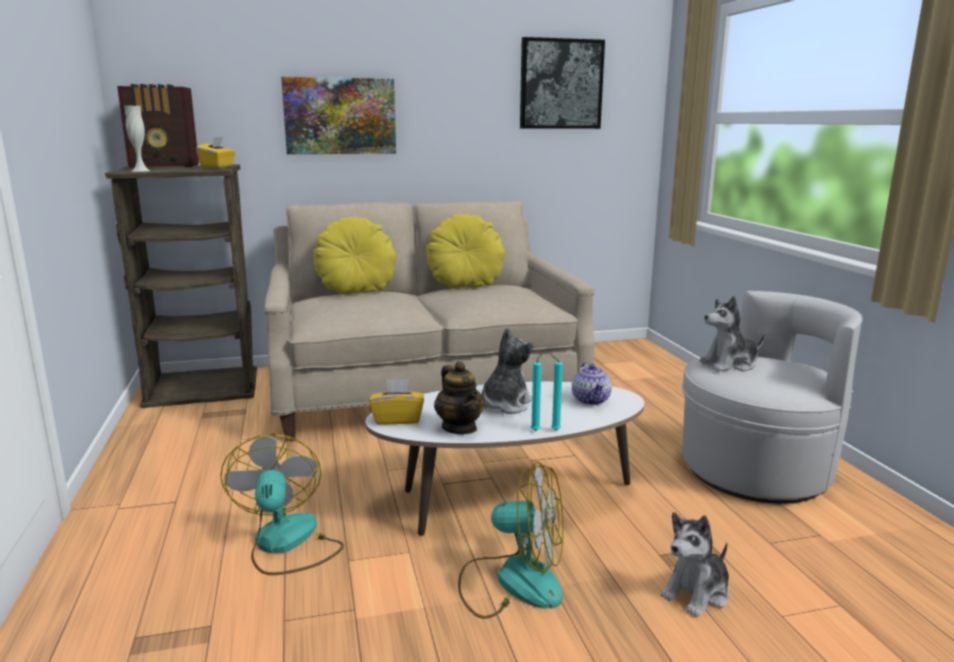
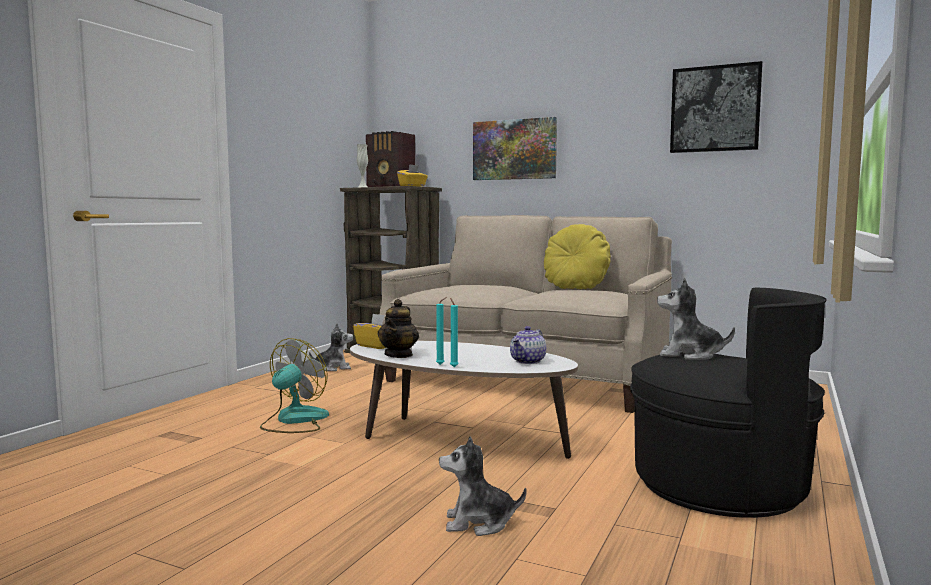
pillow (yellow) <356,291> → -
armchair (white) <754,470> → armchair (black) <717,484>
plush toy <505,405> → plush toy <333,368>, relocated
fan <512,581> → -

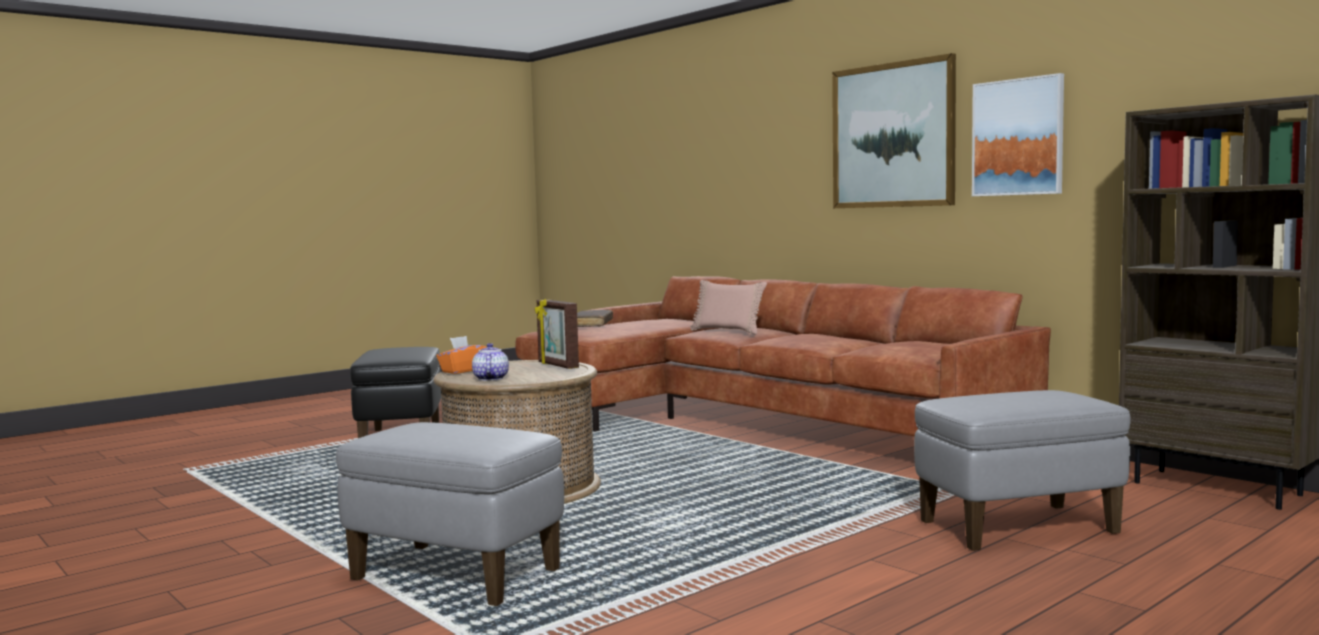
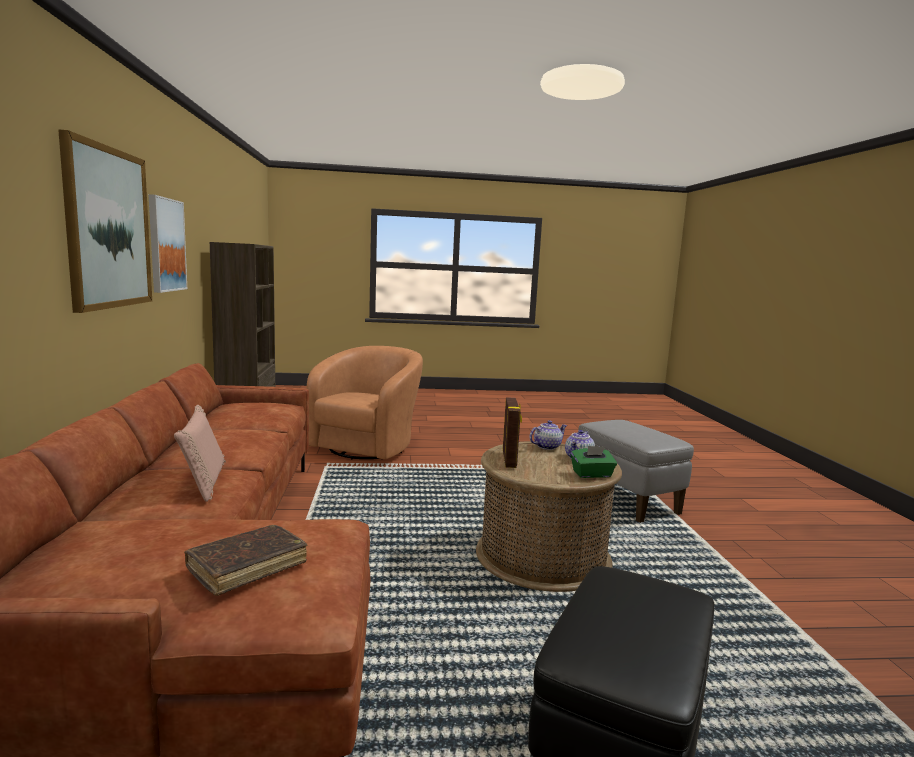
tissue box (orange) <462,371> → tissue box (green) <592,474>
ottoman (grey) <1017,527> → armchair (brown) <368,447>
- → teapot <547,446>

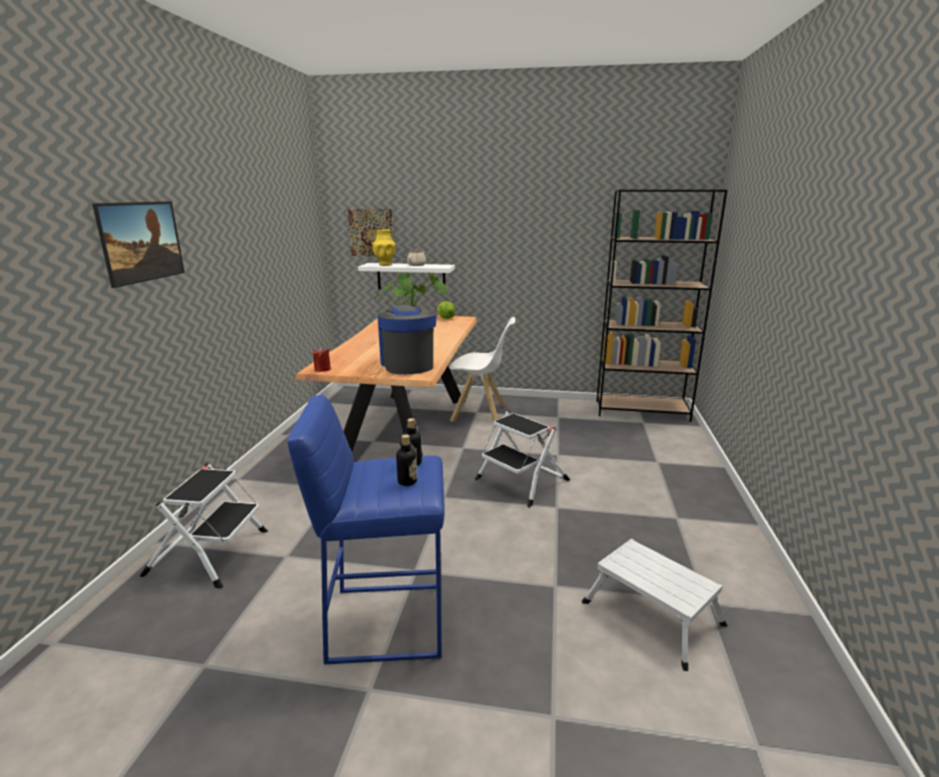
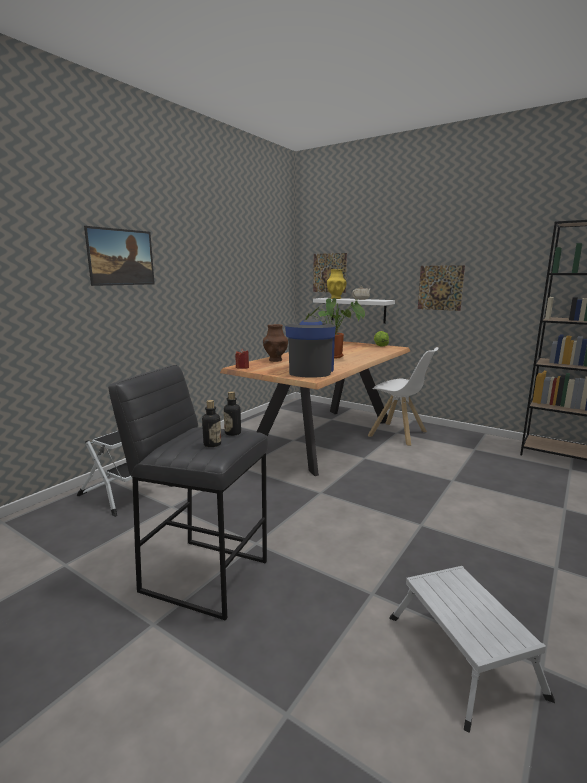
stool (blue) <384,621> → stool (grey) <203,575>
step ladder <522,481> → -
- → picture <440,287>
- → vase (brown) <275,360>

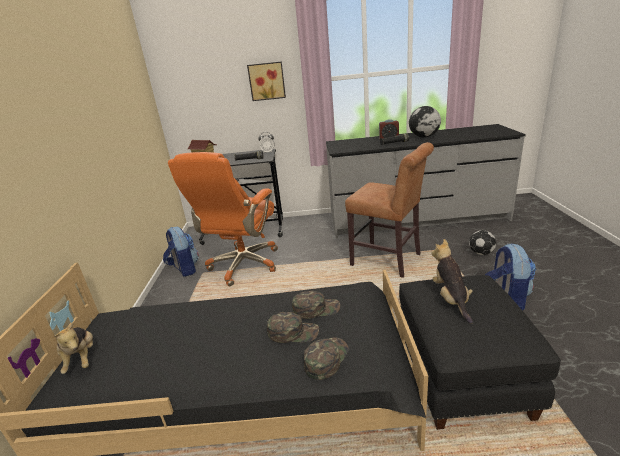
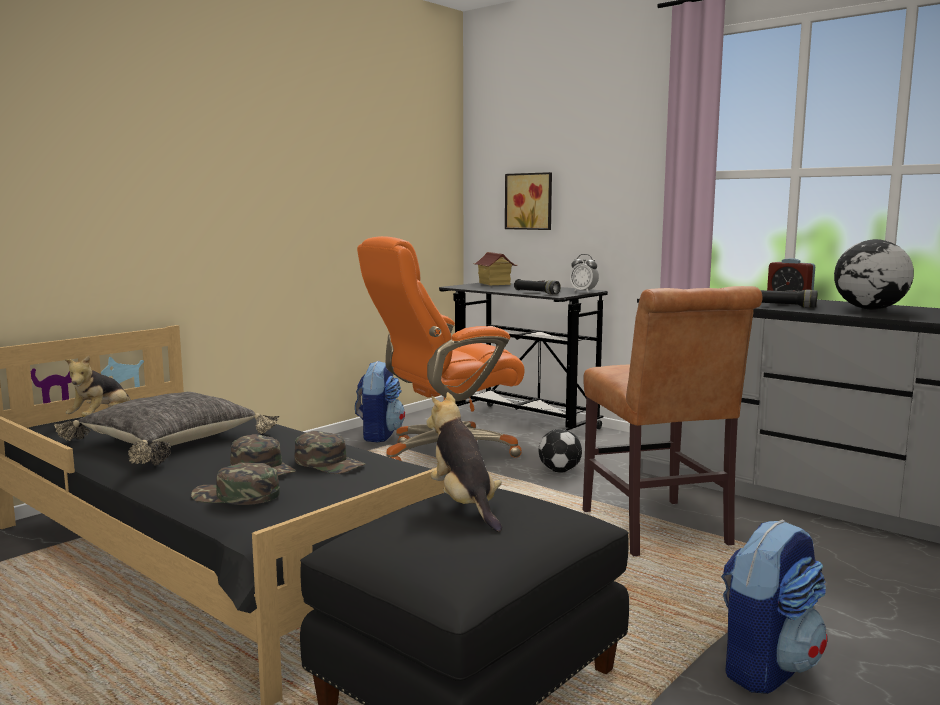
picture <267,81> → picture <530,201>, relocated
football <481,253> → football <559,471>, relocated
plush toy <451,299> → plush toy <464,505>, 60 degrees counterclockwise
cap (green) <326,358> → cap (green) <236,496>, 150 degrees counterclockwise
- → pillow <170,439>

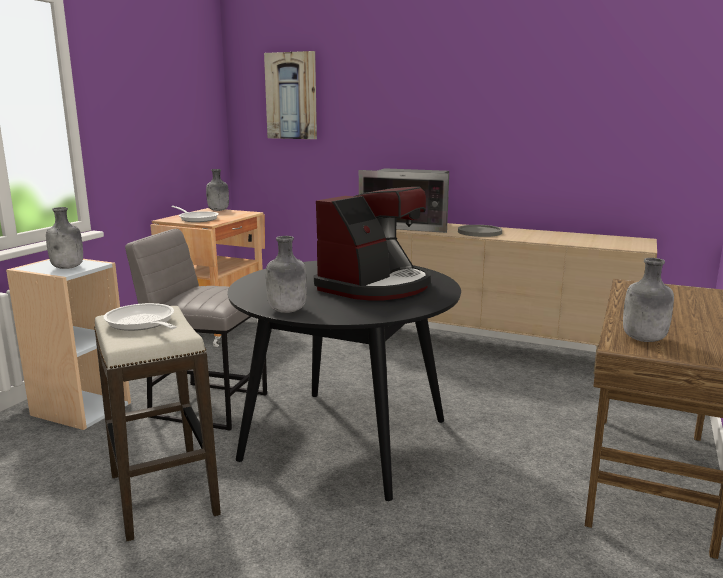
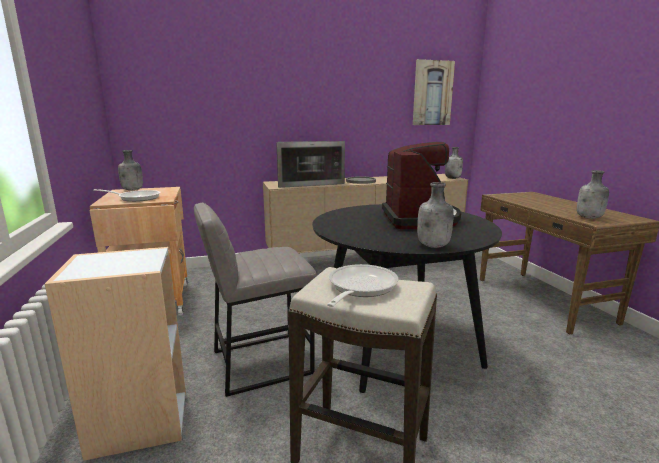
picture <291,96> → picture <432,93>, relocated
bottle (grey) <68,267> → bottle (grey) <453,178>, relocated
frying pan <142,323> → frying pan <359,288>, 105 degrees clockwise

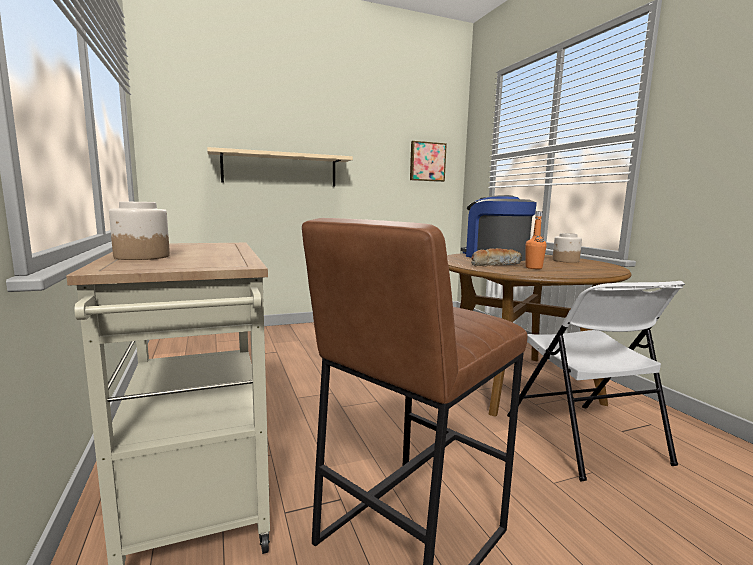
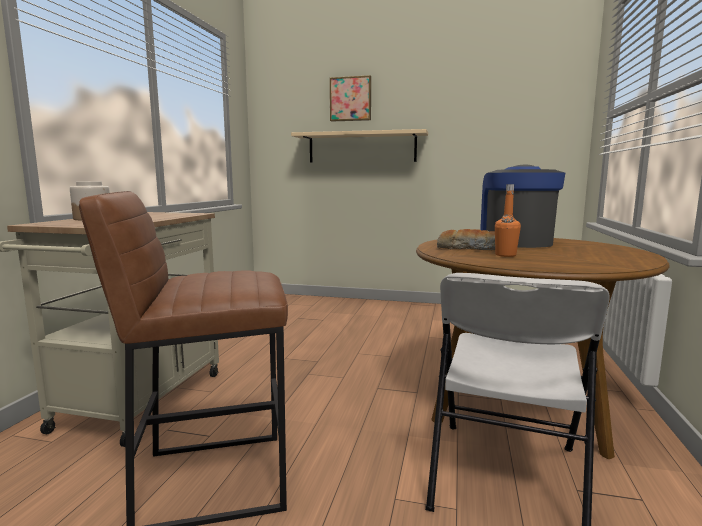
picture <427,161> → picture <351,99>, relocated
jar <565,261> → -

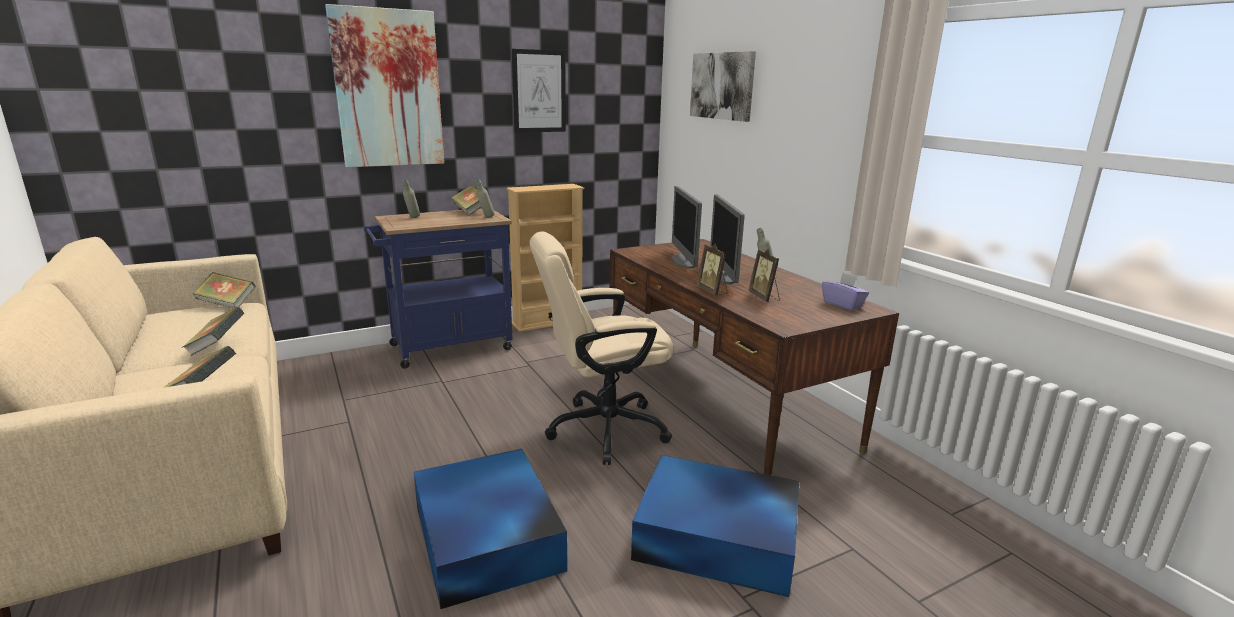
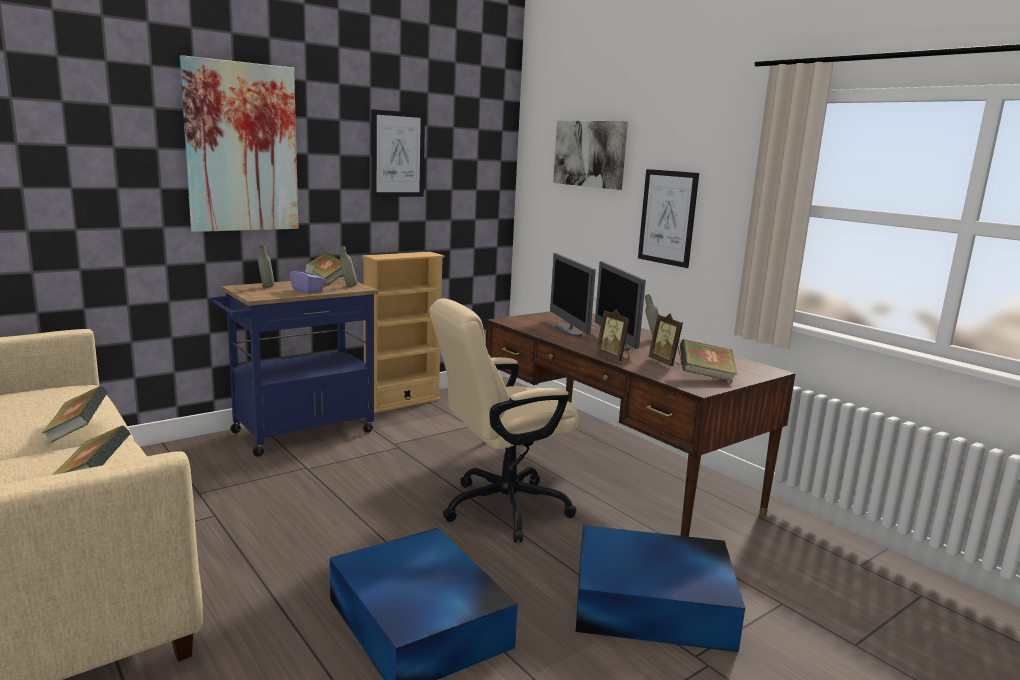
book <227,304> → book <705,376>, relocated
tissue box (purple) <843,304> → tissue box (purple) <308,290>, relocated
- → picture <667,217>

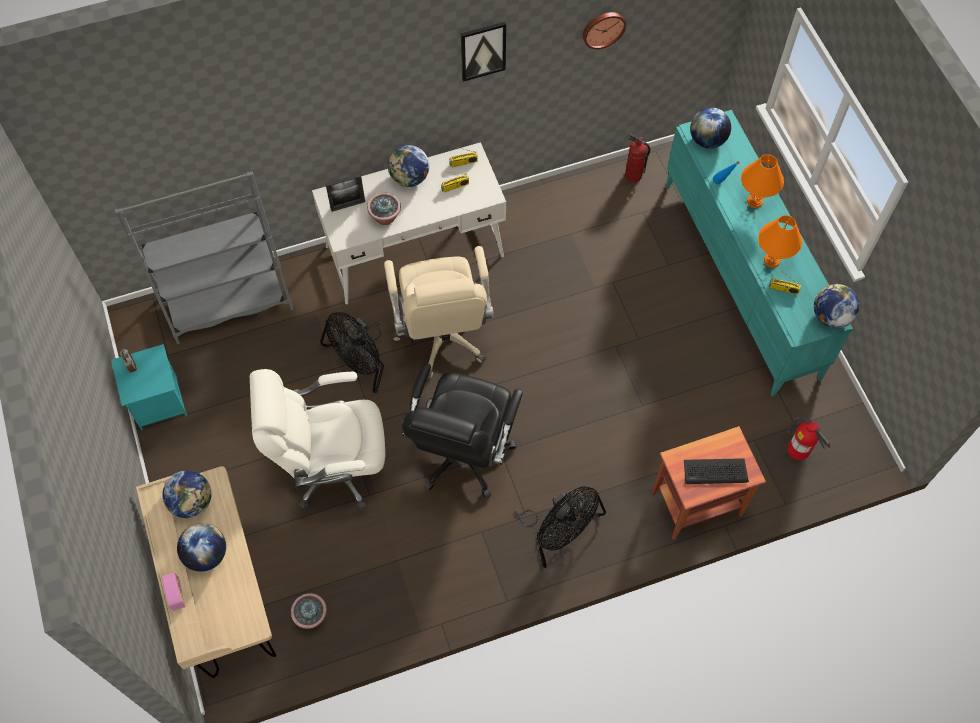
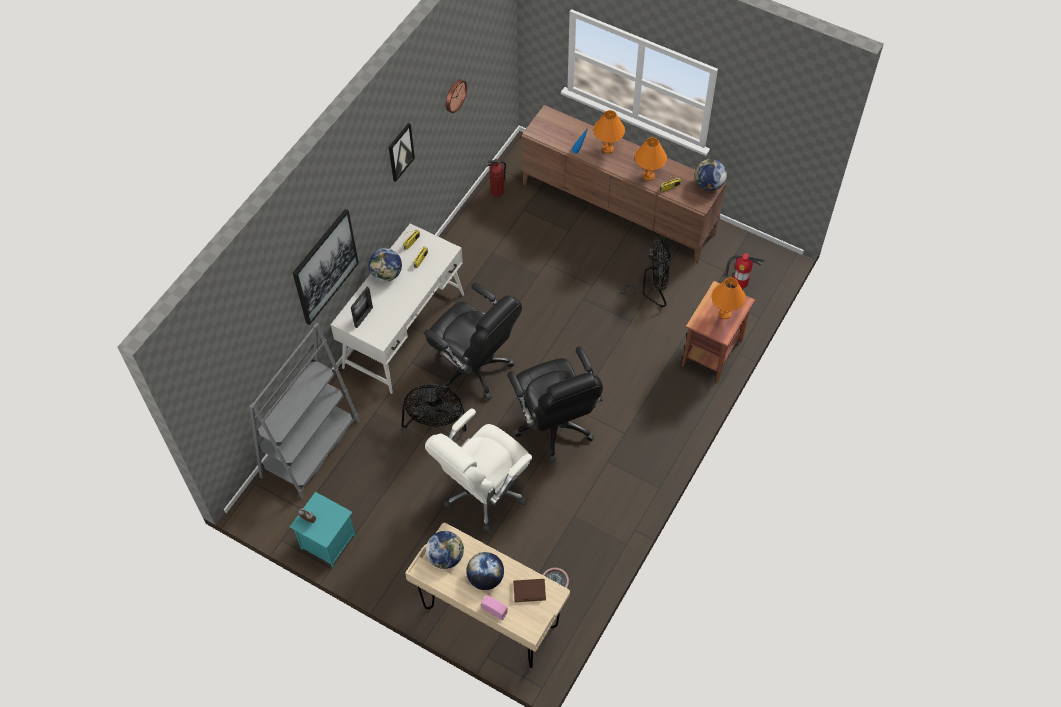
globe <707,140> → -
cabinet (turquoise) <741,280> → cabinet (brown) <619,209>
potted plant <385,217> → -
office chair (beige) <443,339> → office chair (black) <475,370>
keyboard <715,472> → table lamp (orange) <724,314>
fan (black) <558,530> → fan (black) <652,285>, relocated
- → picture <325,266>
- → book (brown) <529,591>

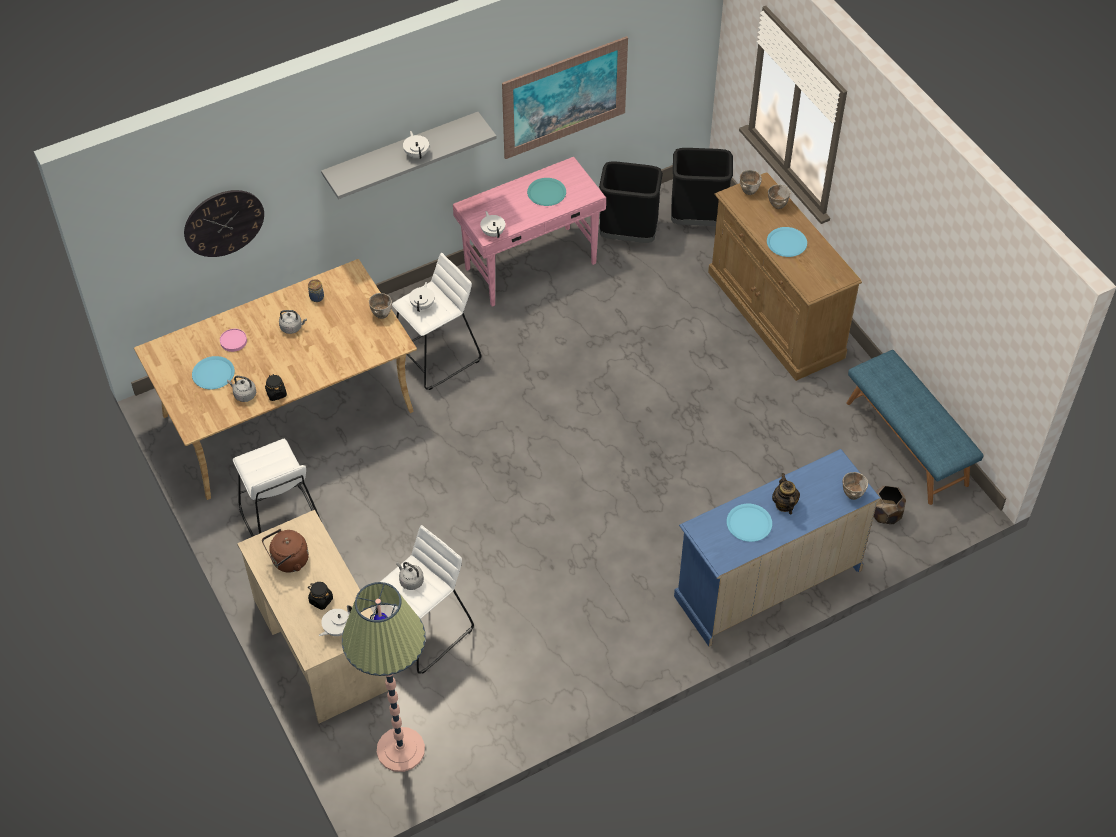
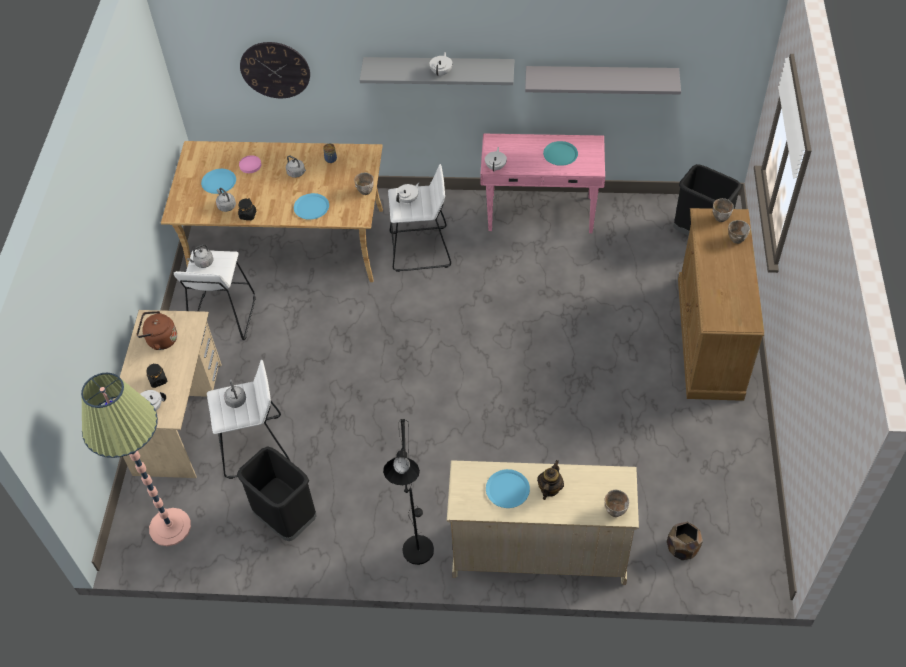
picture <564,97> → shelf (grey) <601,78>
trash can (black) <628,235> → trash can (black) <285,519>, relocated
plate (blue) <786,243> → plate (blue) <311,207>, relocated
bench (blue) <907,443> → -
cabinet (blue) <766,583> → cabinet (beige) <538,552>
- → kettle (grey) <203,263>
- → floor lamp (black) <416,544>

